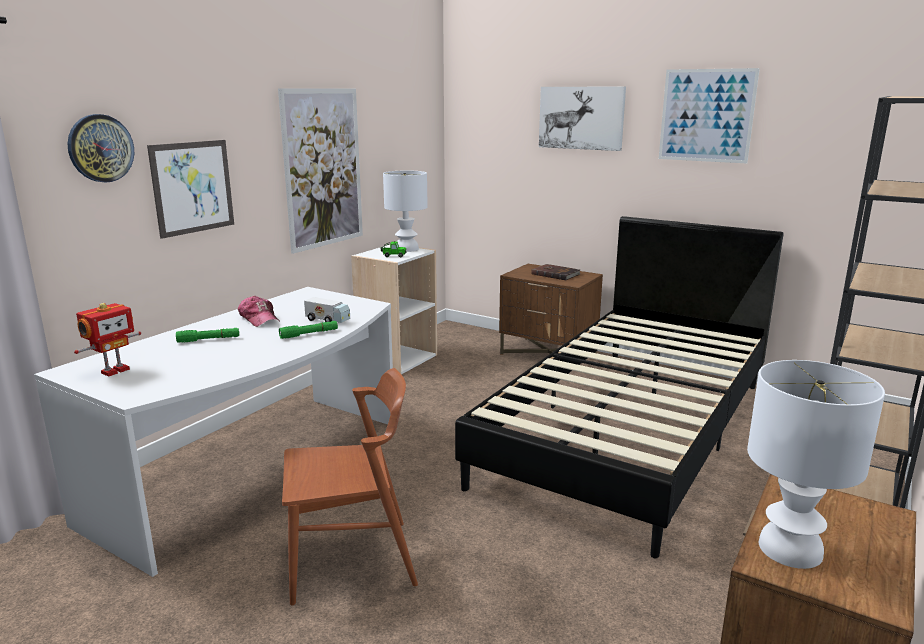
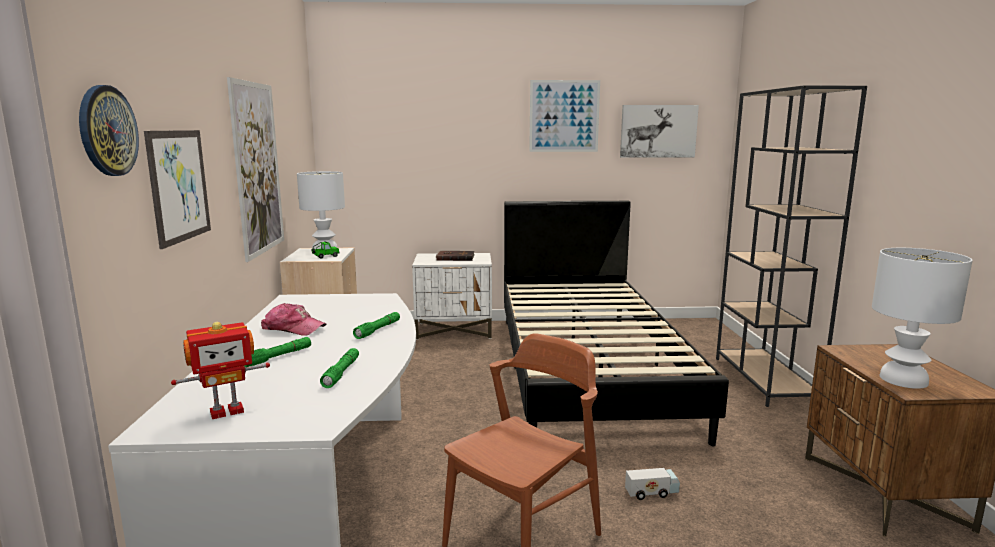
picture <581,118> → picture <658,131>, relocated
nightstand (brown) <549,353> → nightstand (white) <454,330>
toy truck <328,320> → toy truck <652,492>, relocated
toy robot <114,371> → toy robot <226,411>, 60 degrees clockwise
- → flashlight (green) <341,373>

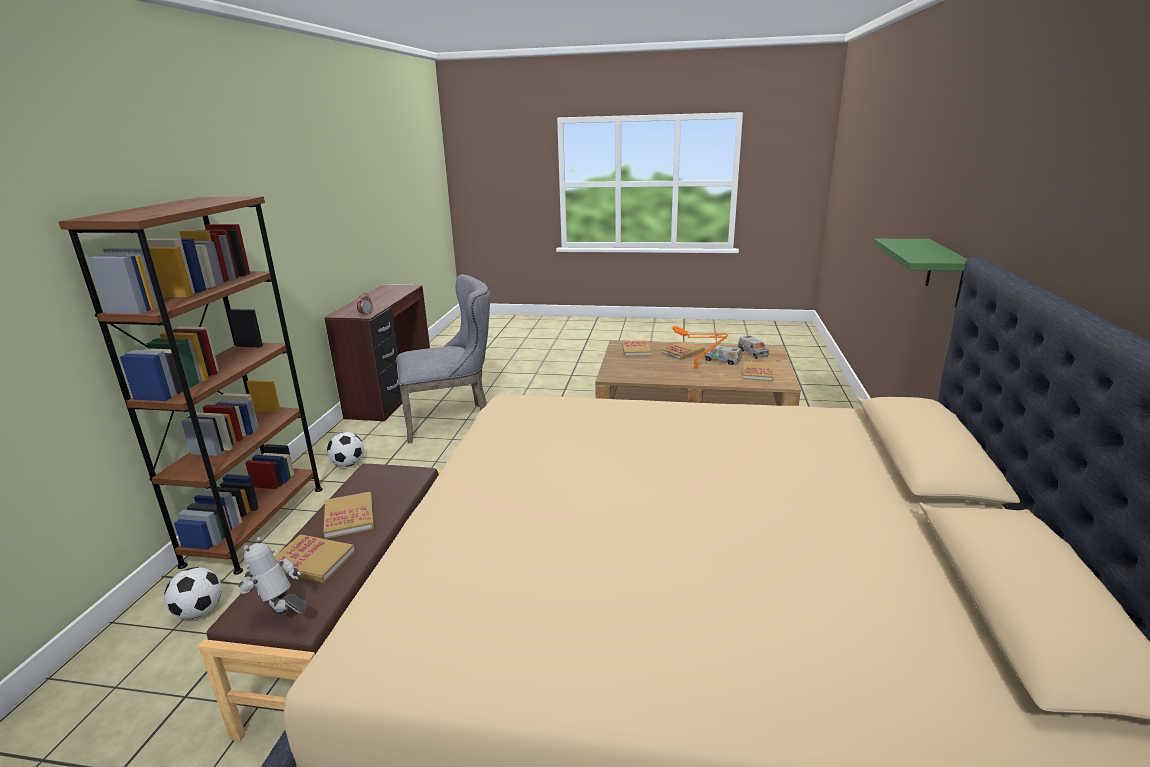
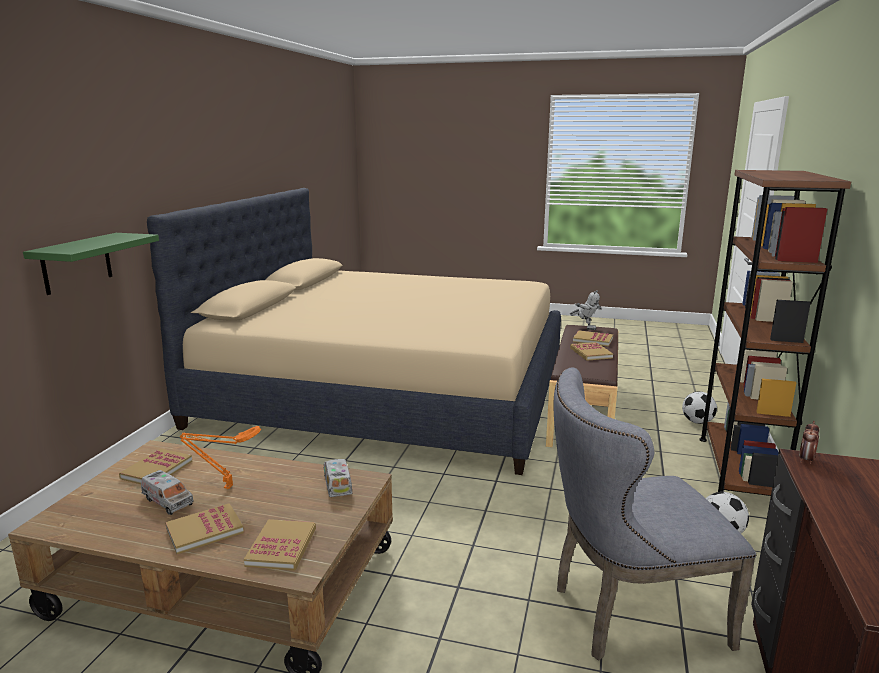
toy truck <753,353> → toy truck <337,484>, relocated

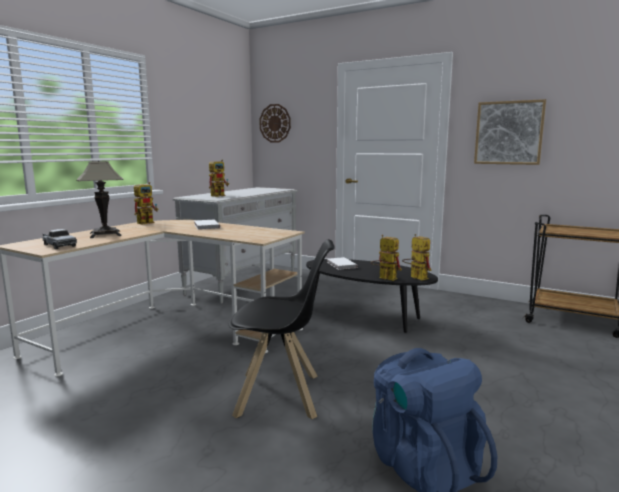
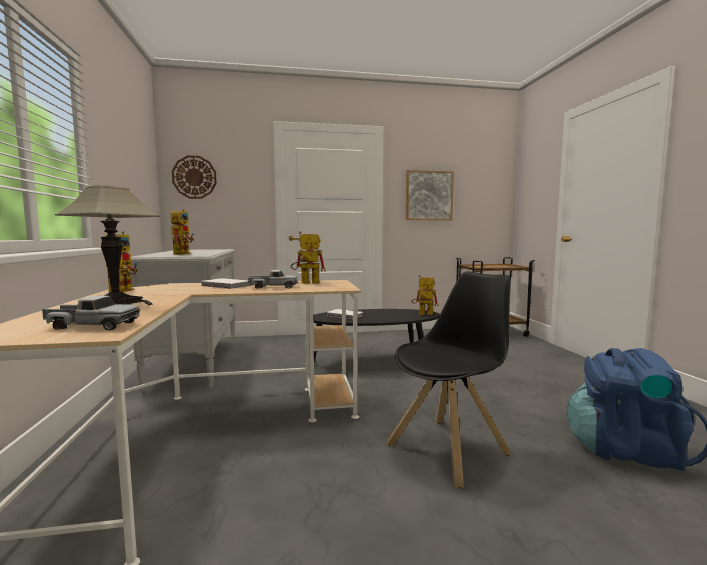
toy robot <384,278> → toy robot <305,283>, relocated
- → toy truck <273,287>

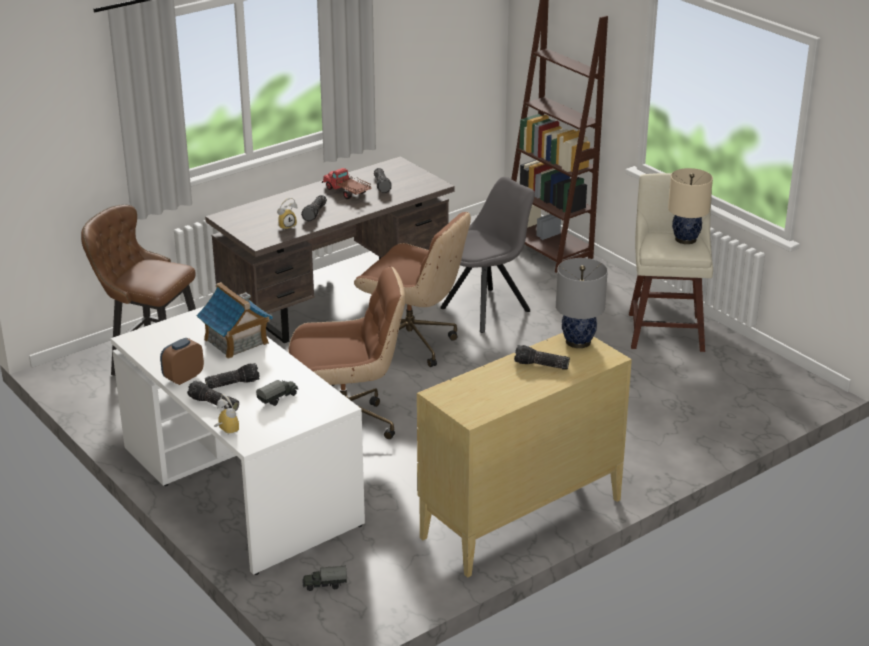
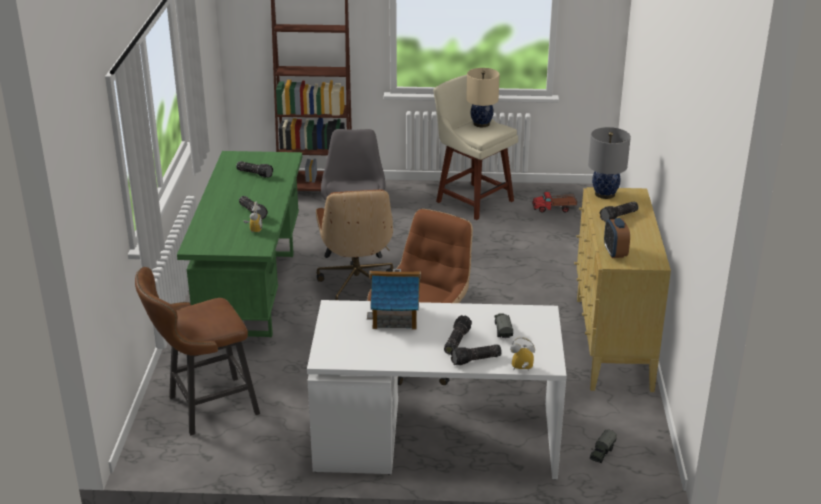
desk (brown) <336,302> → desk (green) <251,292>
toy truck <347,192> → toy truck <554,208>, relocated
office chair (brown) <412,346> → office chair (brown) <357,289>, 105 degrees clockwise
alarm clock <183,377> → alarm clock <615,253>, relocated

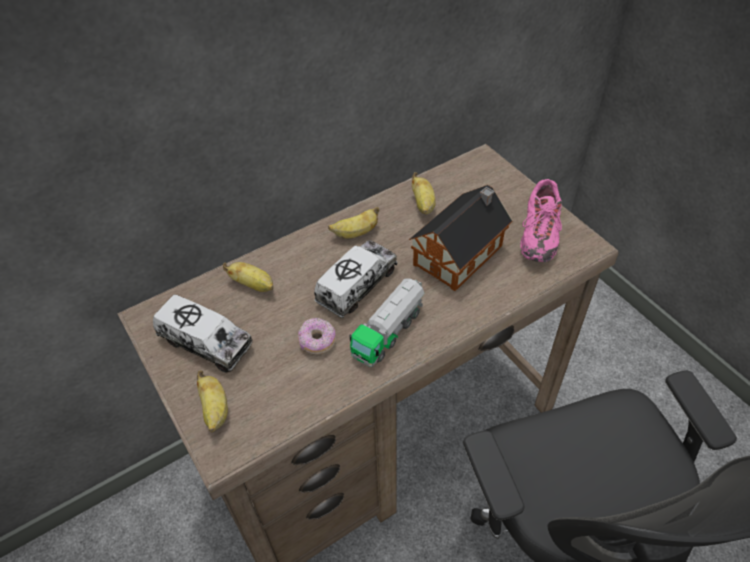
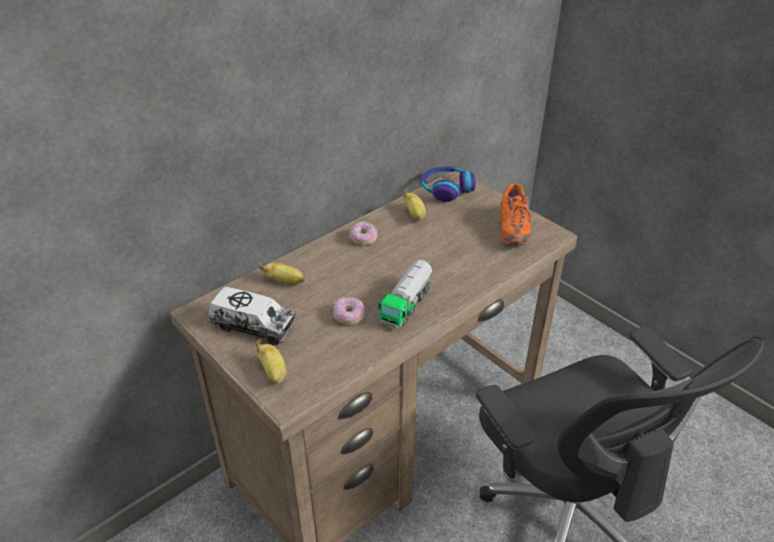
shoe (pink) <539,234> → shoe (orange) <513,228>
toy house <461,253> → -
banana <355,233> → donut <363,239>
toy truck <357,285> → -
- → headphones <446,189>

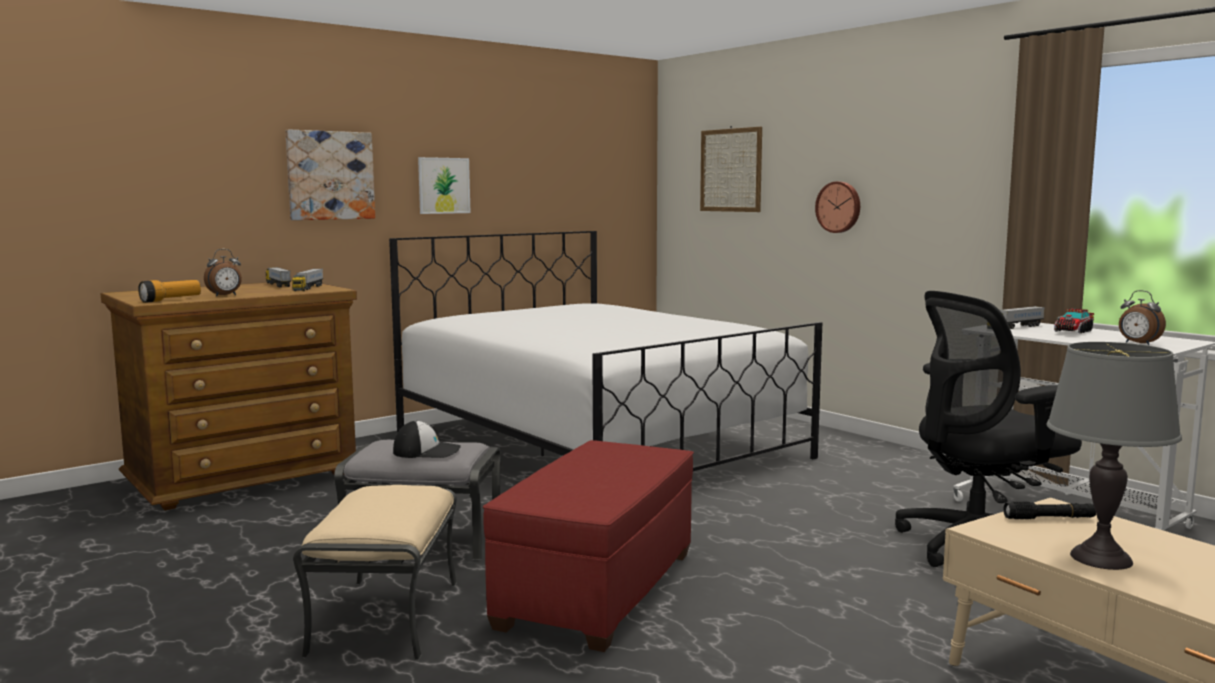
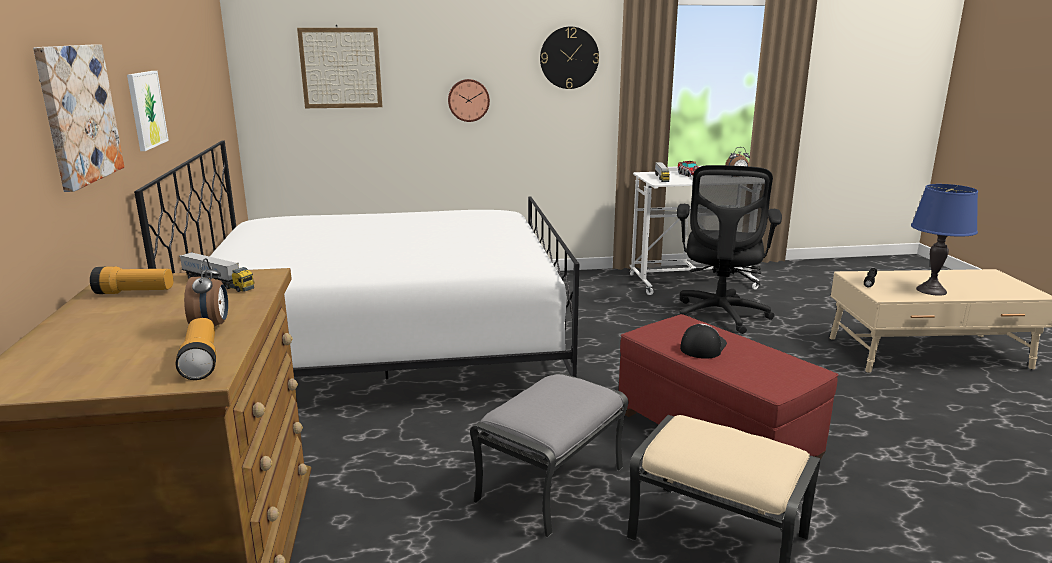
toy truck <278,285> → flashlight <135,292>
table lamp (grey) <1101,558> → table lamp (blue) <931,290>
cap <427,451> → cap <702,346>, relocated
- → wall clock <569,58>

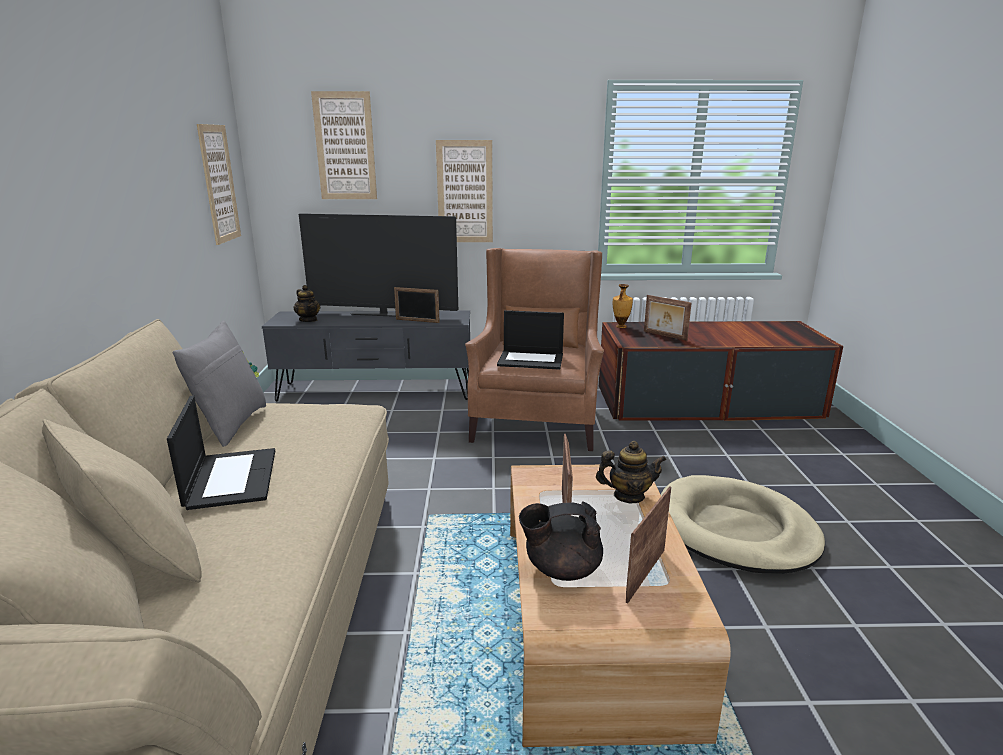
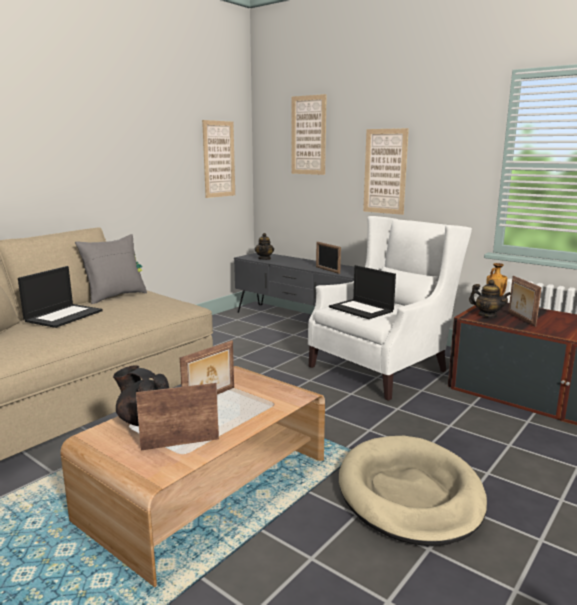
television <383,314> → -
armchair (brown) <537,418> → armchair (white) <384,367>
teapot <628,496> → teapot <487,315>, relocated

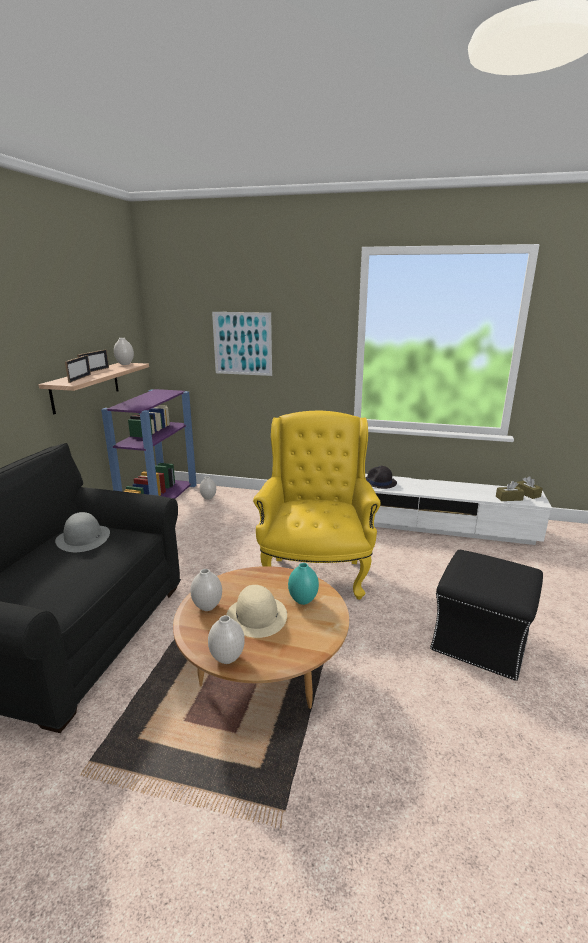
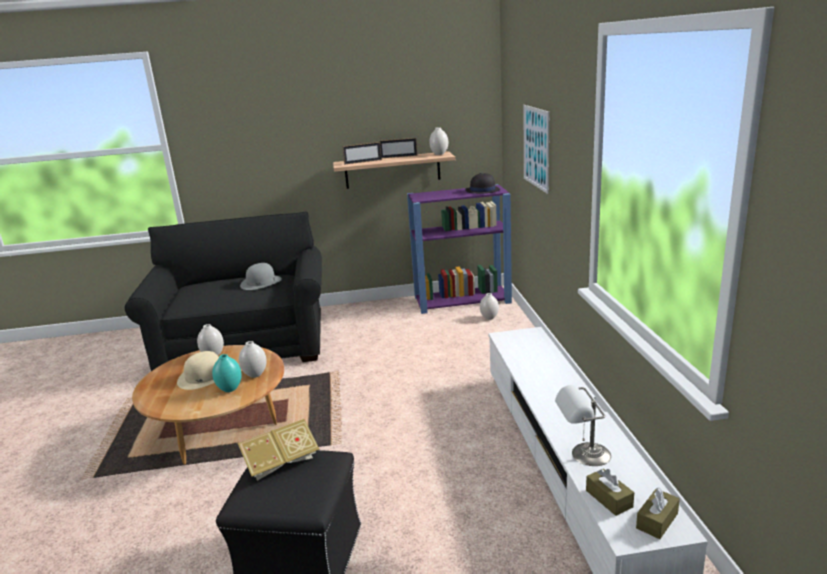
armchair (yellow) <315,571> → -
hat (black) <379,483> → hat (black) <482,190>, relocated
vase (white) <228,658> → vase (white) <255,375>, relocated
- → table lamp (white) <583,456>
- → book <281,463>

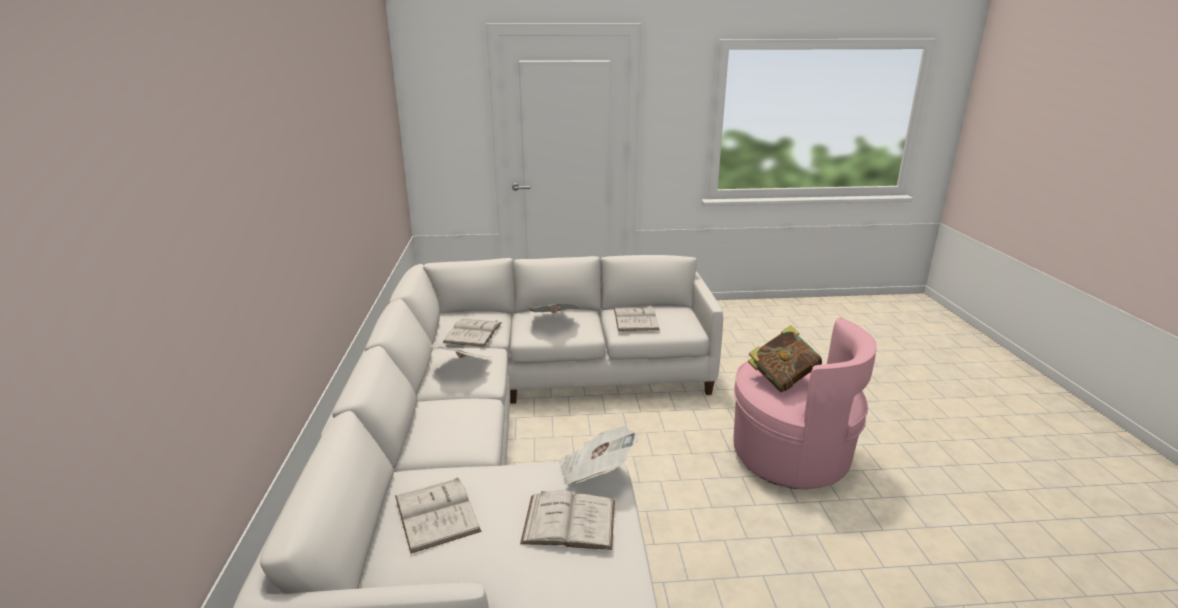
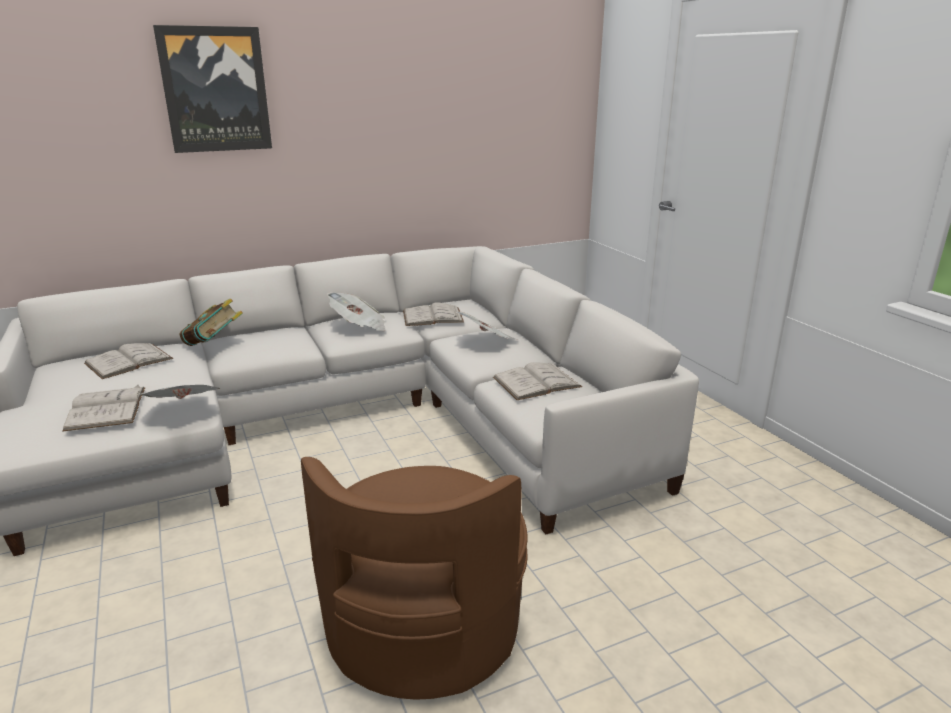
armchair (pink) <789,454> → armchair (brown) <422,629>
book <782,380> → book <214,345>, relocated
- → picture <215,90>

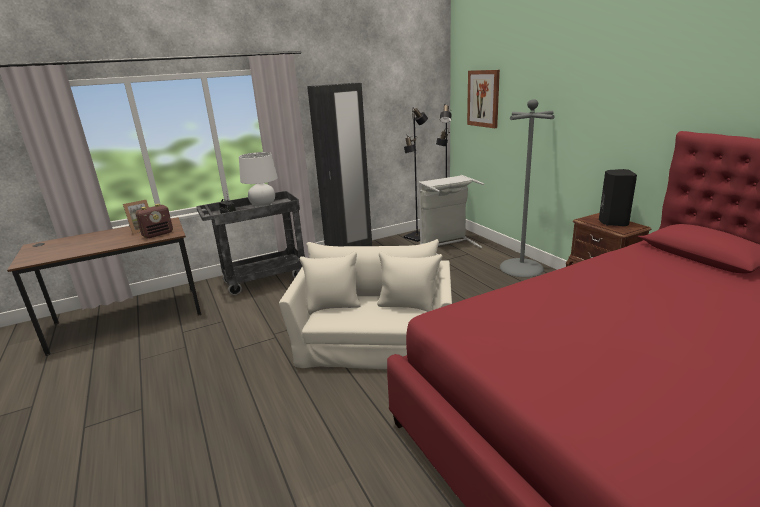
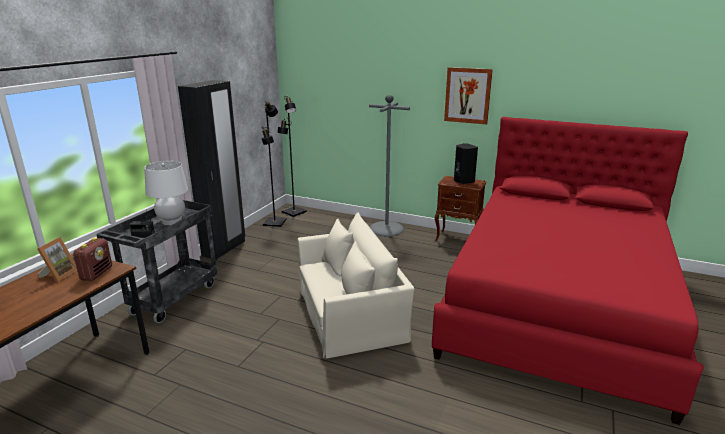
picture <483,98> → picture <467,95>, relocated
laundry basket (grey) <447,244> → -
armchair (beige) <375,341> → armchair (beige) <350,313>, 105 degrees clockwise

